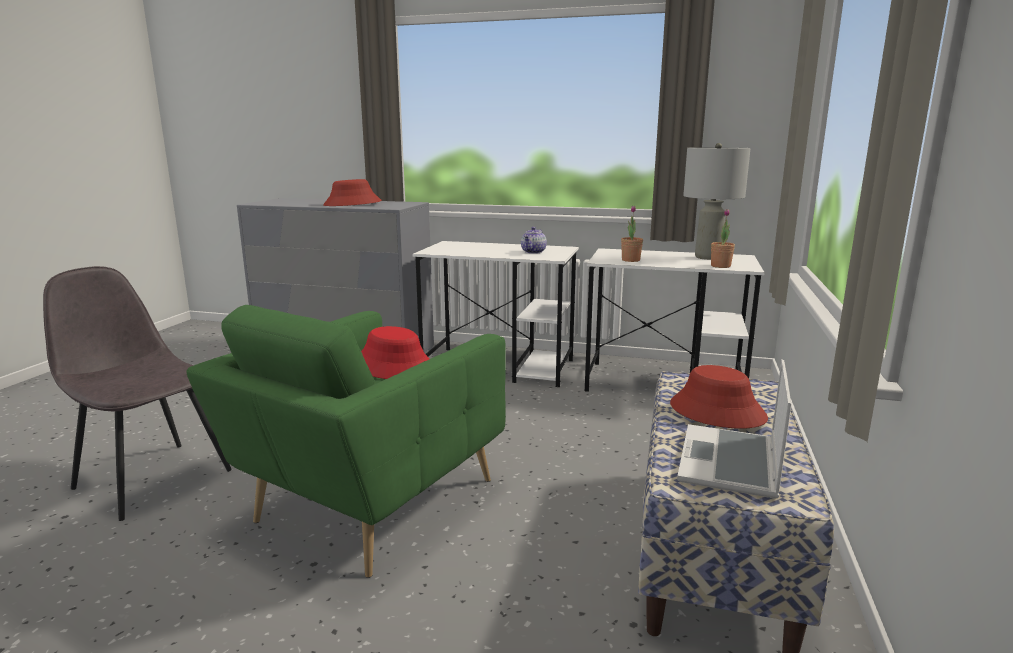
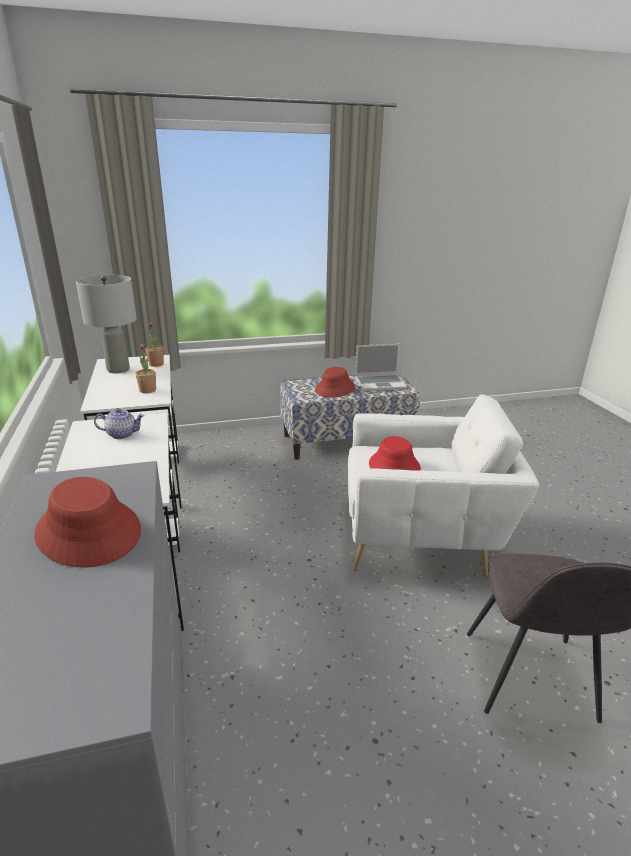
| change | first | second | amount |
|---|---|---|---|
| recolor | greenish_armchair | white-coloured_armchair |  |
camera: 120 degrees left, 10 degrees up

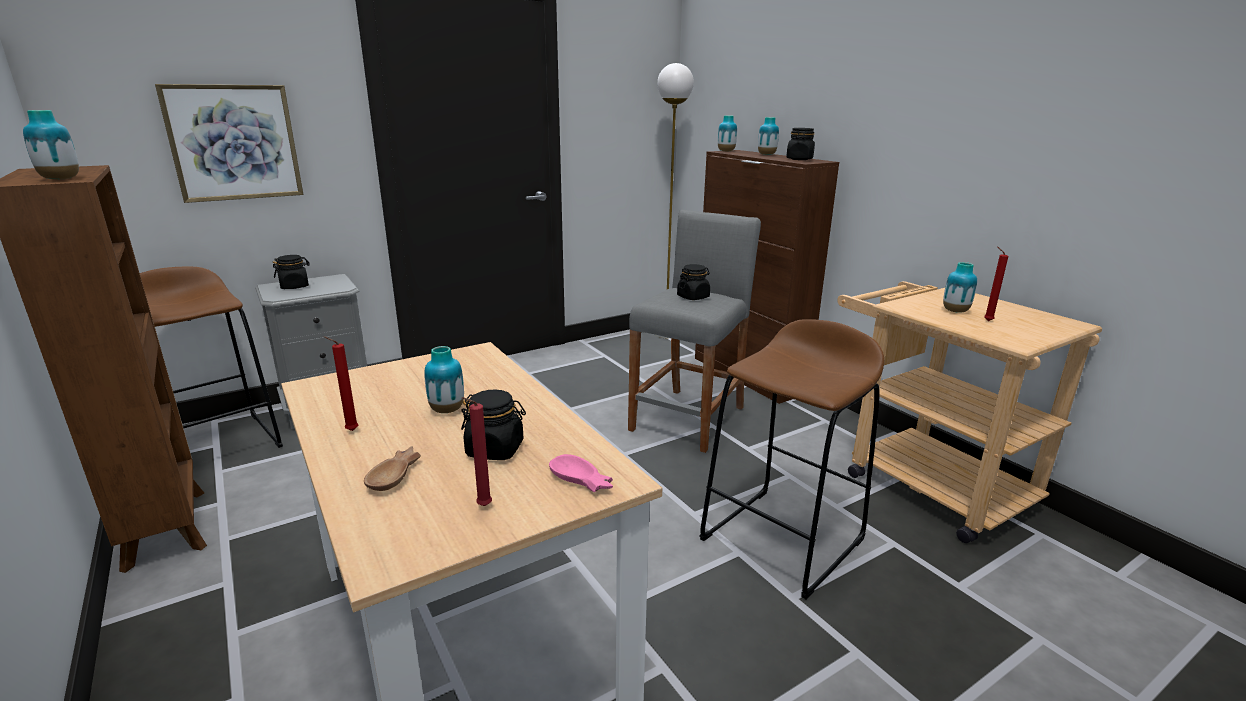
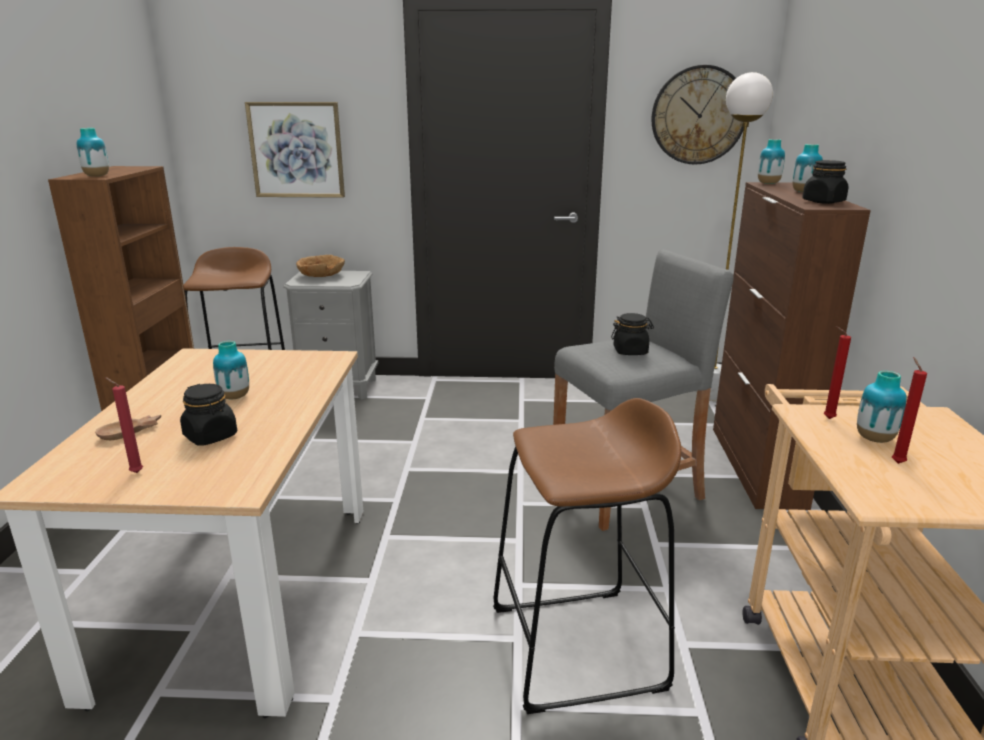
| change | first | second | amount |
|---|---|---|---|
| replace | black_jar (1st from left) | brown-coloured_bowl (2nd from left) |  |
| move | reddish_candle (1st from left in the first image) | reddish_candle (2nd from left) |  |
| delete | pink_bowl |  |  |
| insert |  | wall_clock |  |
camera: 35 degrees right, 0 degrees up

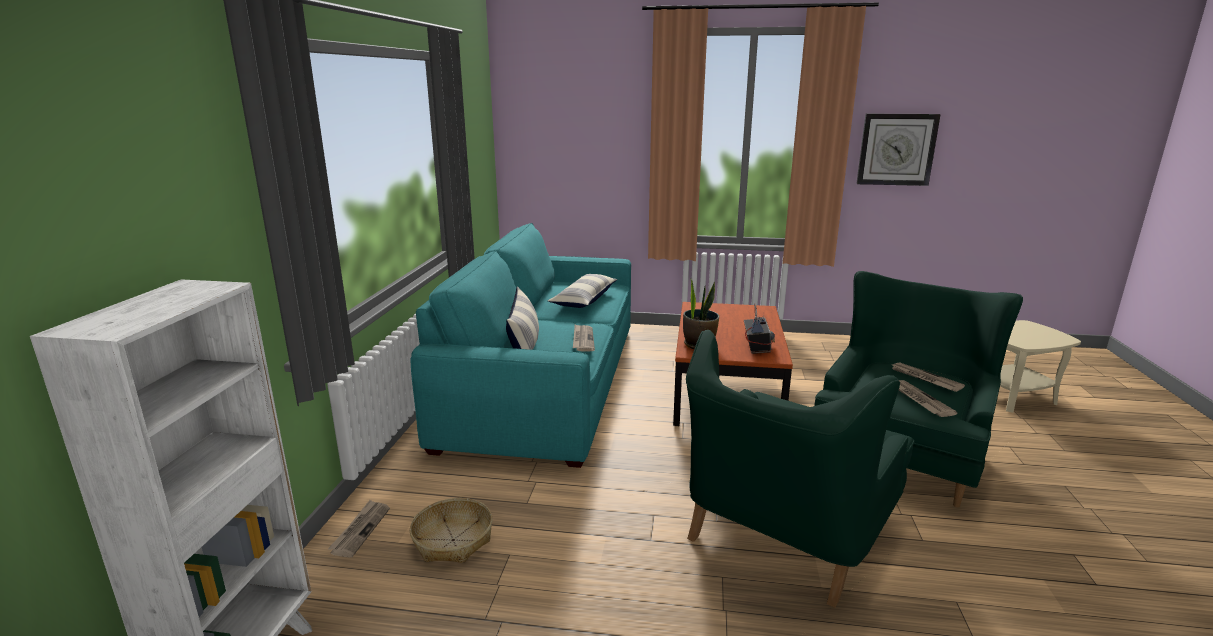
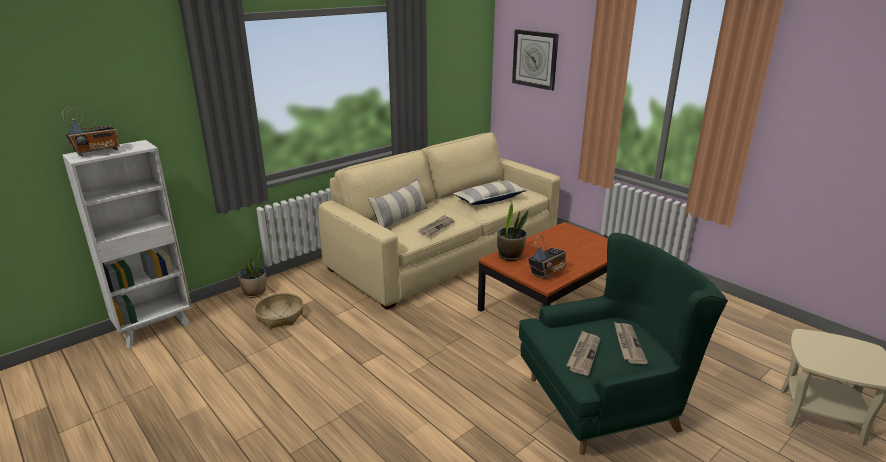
| change | first | second | amount |
|---|---|---|---|
| replace | newspaper (1st from left) | potted_plant (1st from left) |  |
| recolor | blue-green_settee | beige-coloured_settee |  |
| delete | greenish_armchair (1st from left) |  |  |
| move | wall_clock |  |  |
| insert |  | radio_receiver (1st from left) |  |
camera: 40 degrees right, 5 degrees up

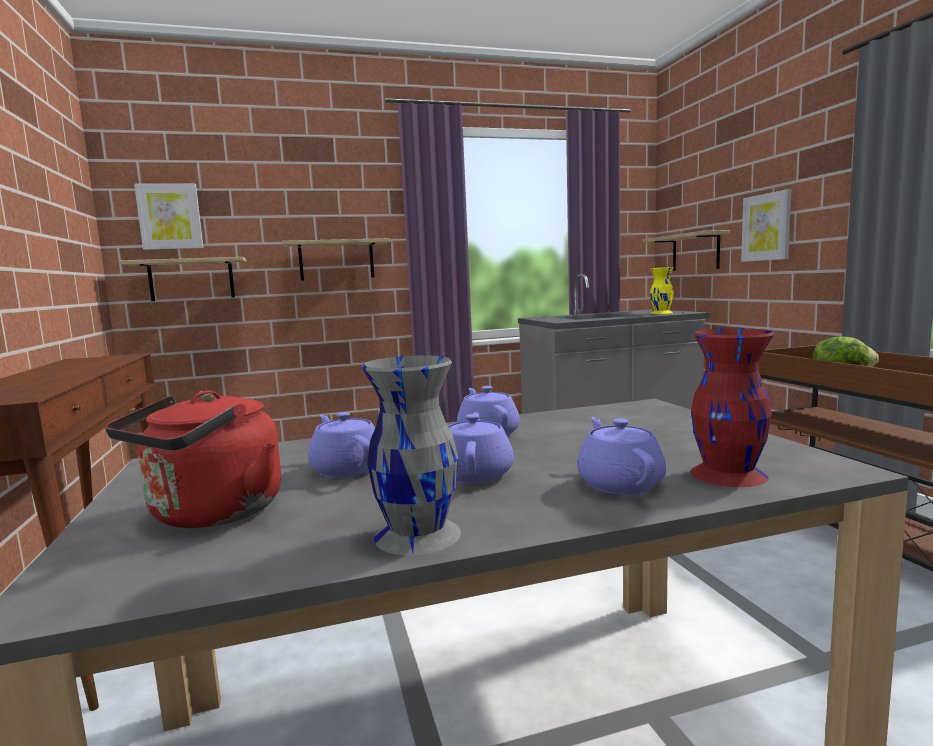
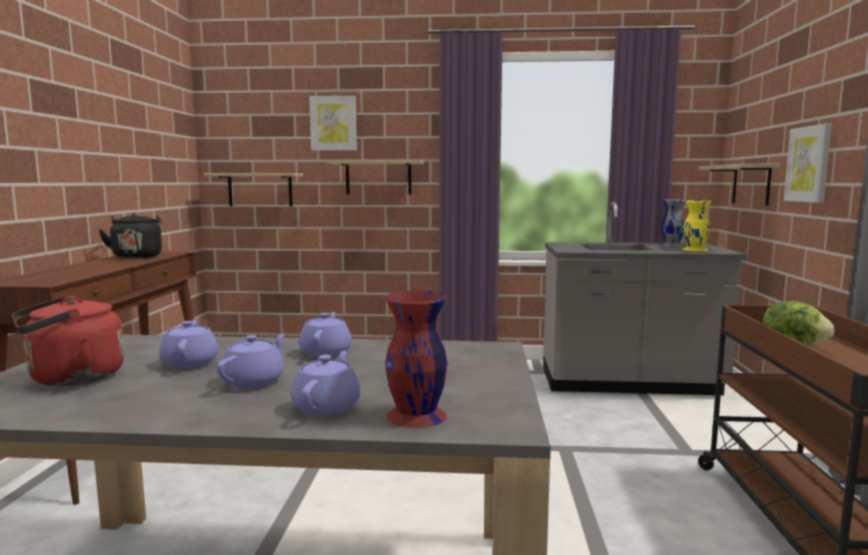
| change | first | second | amount |
|---|---|---|---|
| move | wall_picture (1st from left) |  |  |
| move | greyish_flower_vase |  |  |
| insert |  | black_water_kettle |  |
camera: 20 degrees right, 0 degrees up

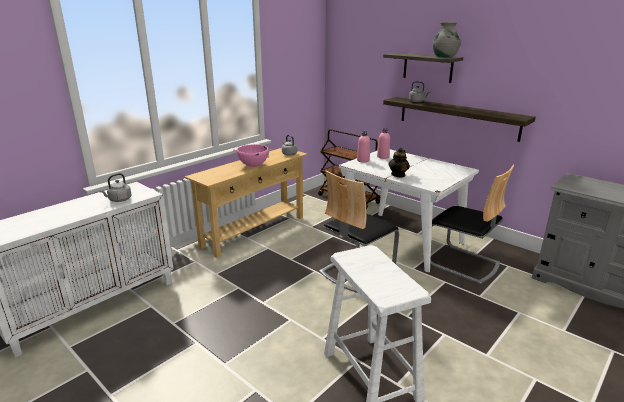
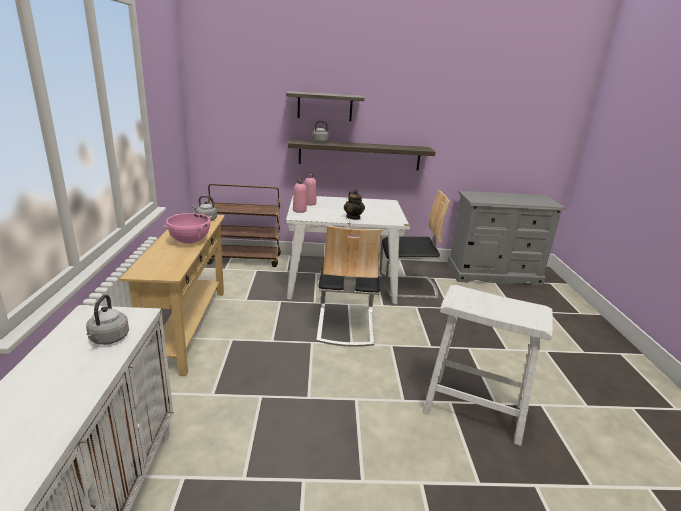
| change | first | second | amount |
|---|---|---|---|
| delete | greyish_flower_vase |  |  |
camera: 45 degrees left, 0 degrees up

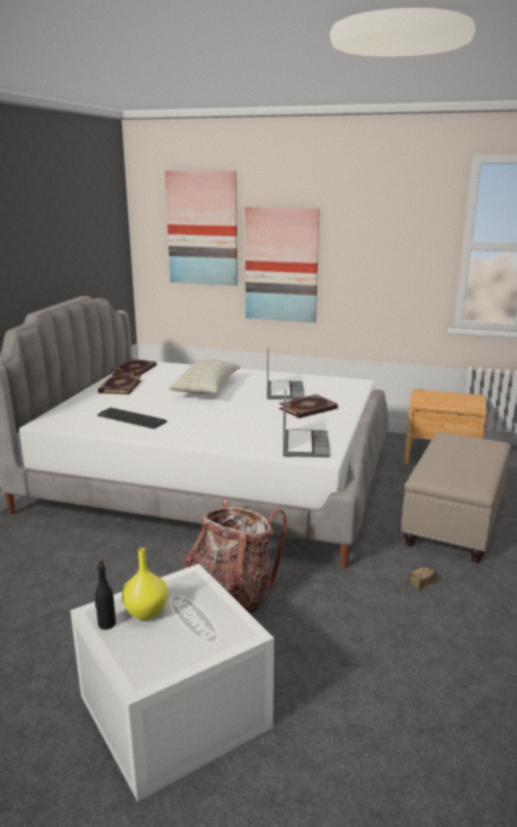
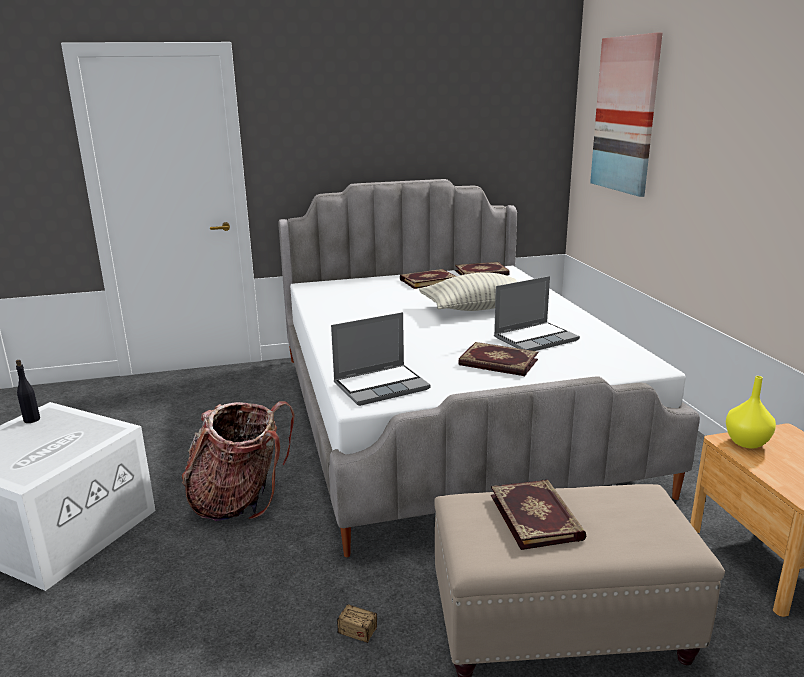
| change | first | second | amount |
|---|---|---|---|
| delete | PC_keyboard |  |  |
| move | yellowish_flower_vase |  |  |
| delete | wall_picture (2nd from left) |  |  |
| insert |  | book (4th from left) |  |
camera: 60 degrees right, 0 degrees up

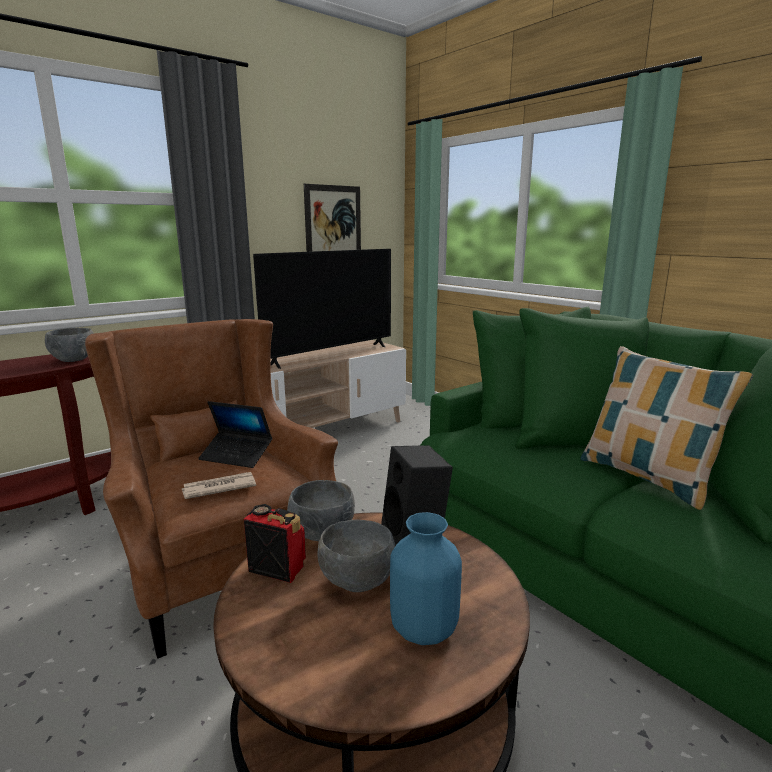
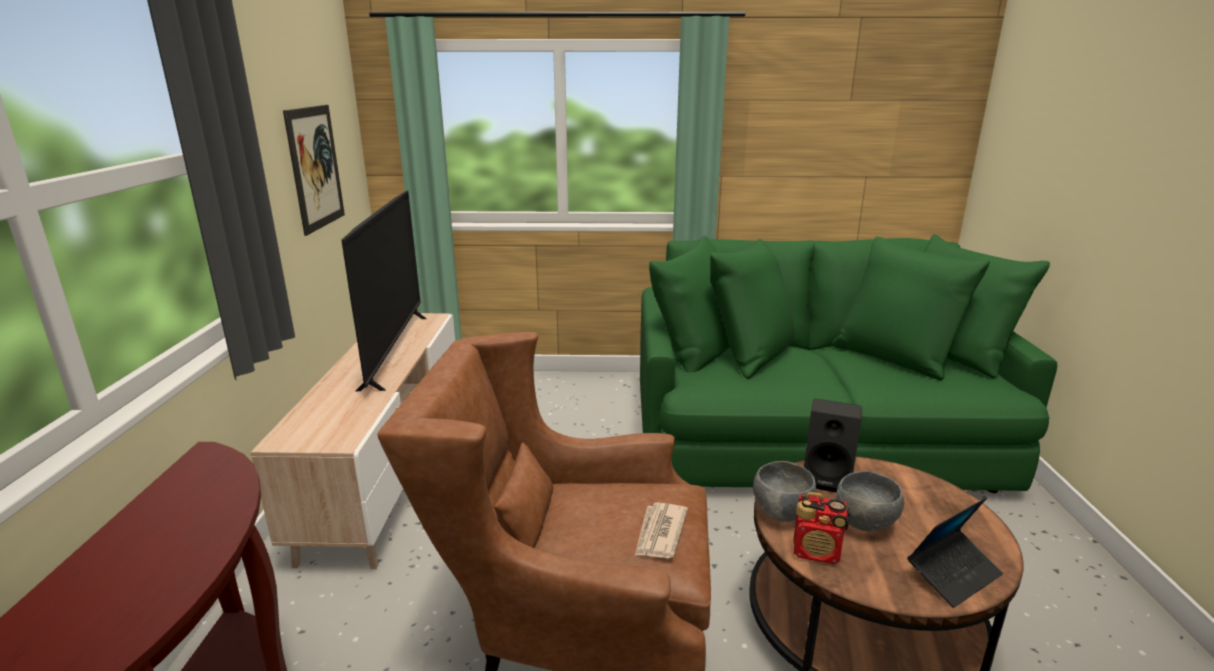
| change | first | second | amount |
|---|---|---|---|
| delete | greyish_bowl (1st from left) |  |  |
| move | notebook_computer |  |  |
| rotate | radio_receiver |  | 135 degrees counterclockwise |
| delete | blue_flower_vase |  |  |
| delete | pillow |  |  |
camera: 50 degrees left, 5 degrees up

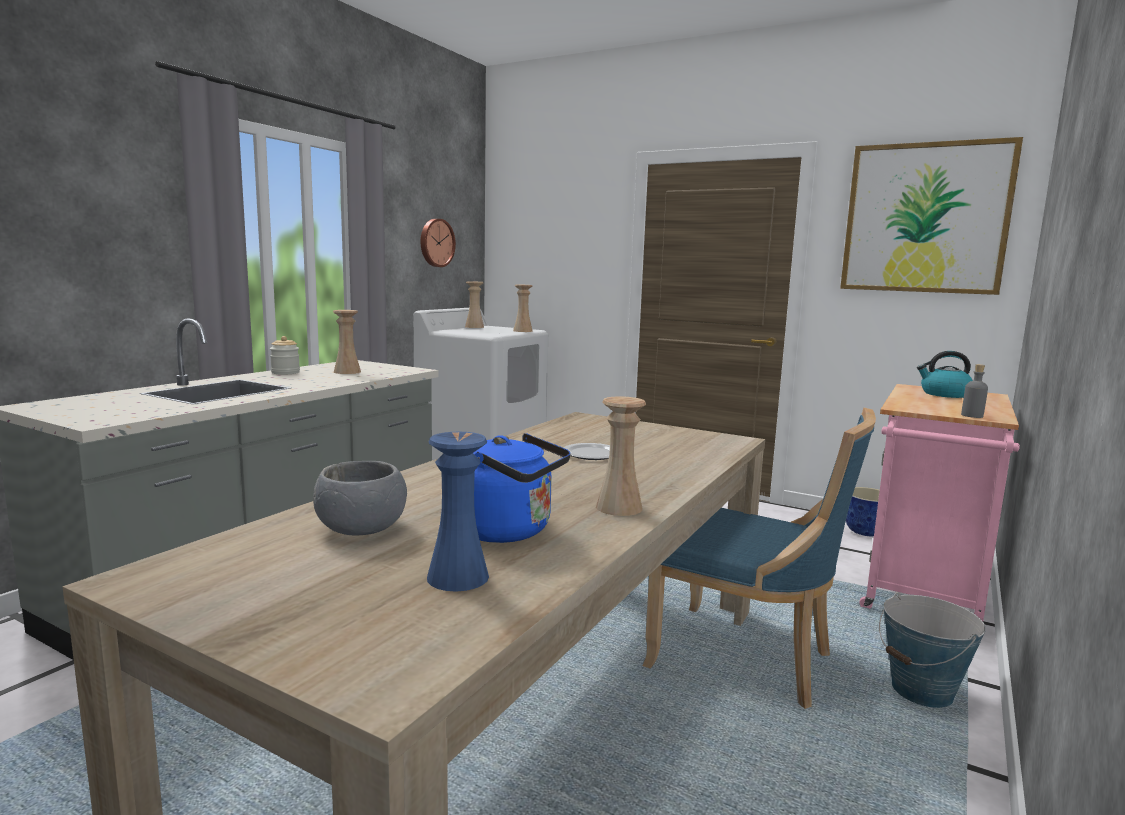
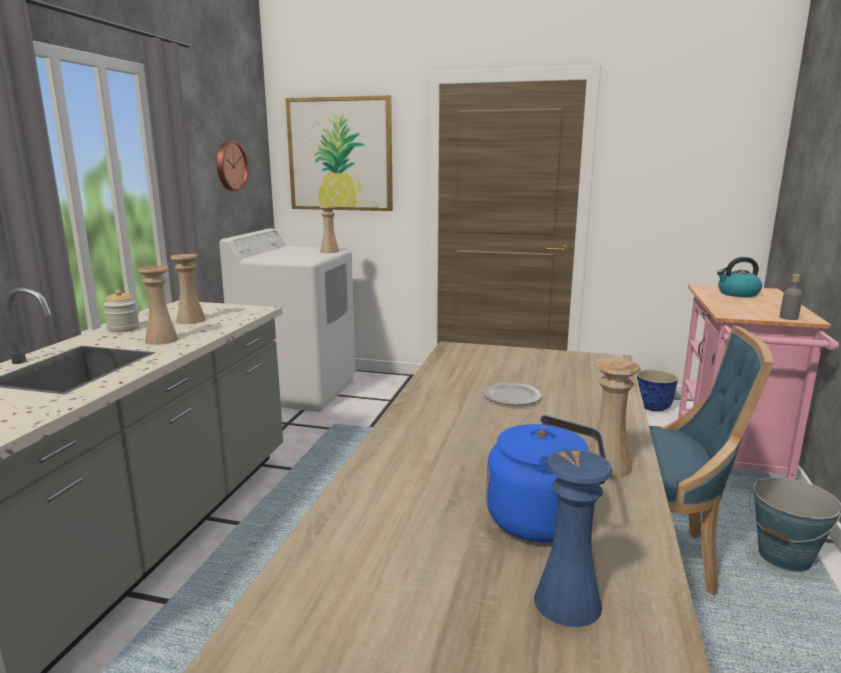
| change | first | second | amount |
|---|---|---|---|
| delete | greyish_bowl |  |  |
| move | beige-coloured_flower_vase (2nd from left in the first image) | beige-coloured_flower_vase (1st from left) |  |
| move | wall_picture |  |  |
camera: 15 degrees left, 5 degrees up

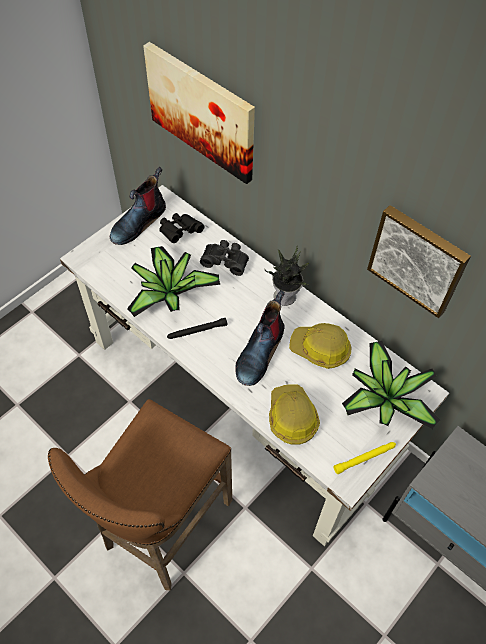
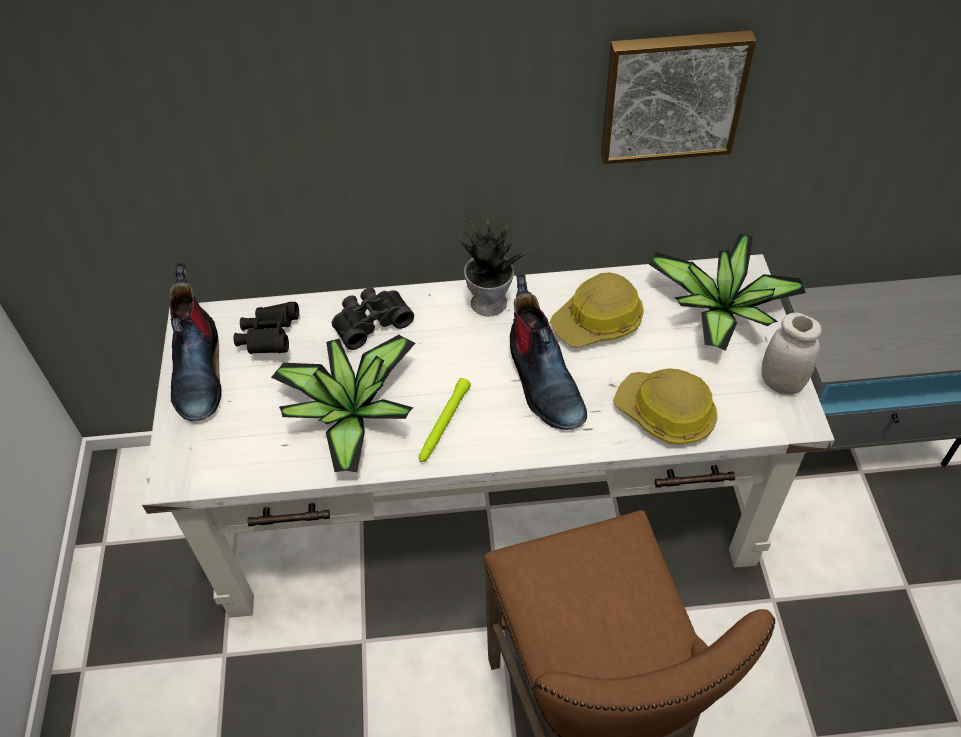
| change | first | second | amount |
|---|---|---|---|
| delete | wall_picture (1st from left) |  |  |
| recolor | black_torch | greenish_torch |  |
| replace | yellowish_torch | white-coloured_jar |  |
camera: 45 degrees left, 5 degrees down

